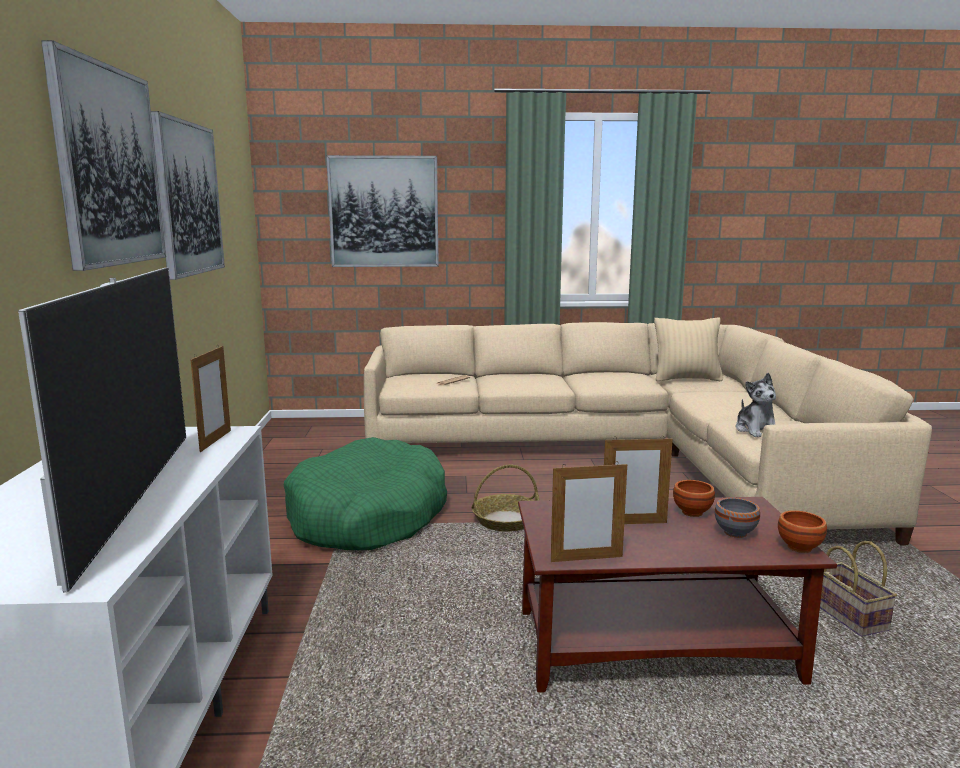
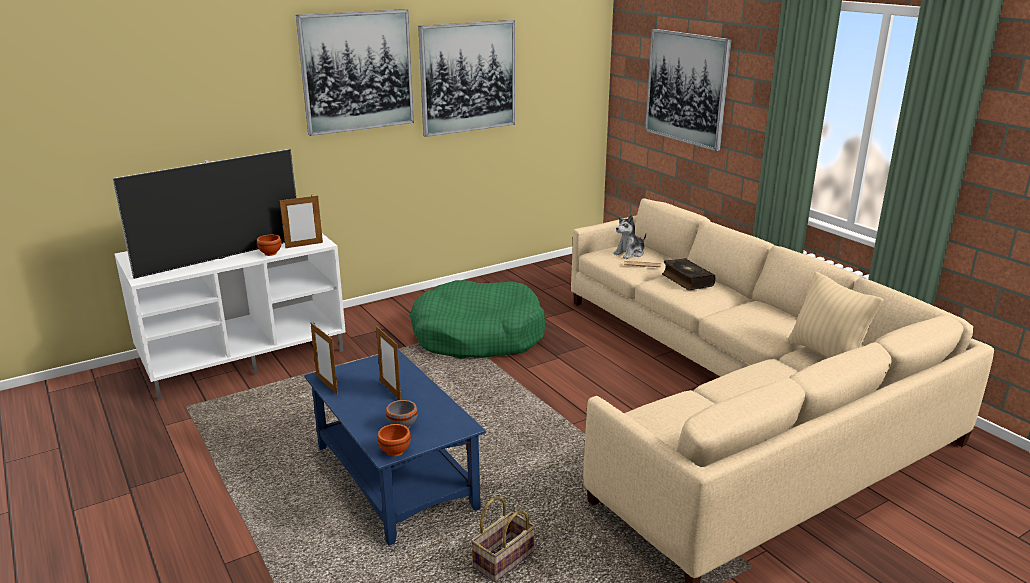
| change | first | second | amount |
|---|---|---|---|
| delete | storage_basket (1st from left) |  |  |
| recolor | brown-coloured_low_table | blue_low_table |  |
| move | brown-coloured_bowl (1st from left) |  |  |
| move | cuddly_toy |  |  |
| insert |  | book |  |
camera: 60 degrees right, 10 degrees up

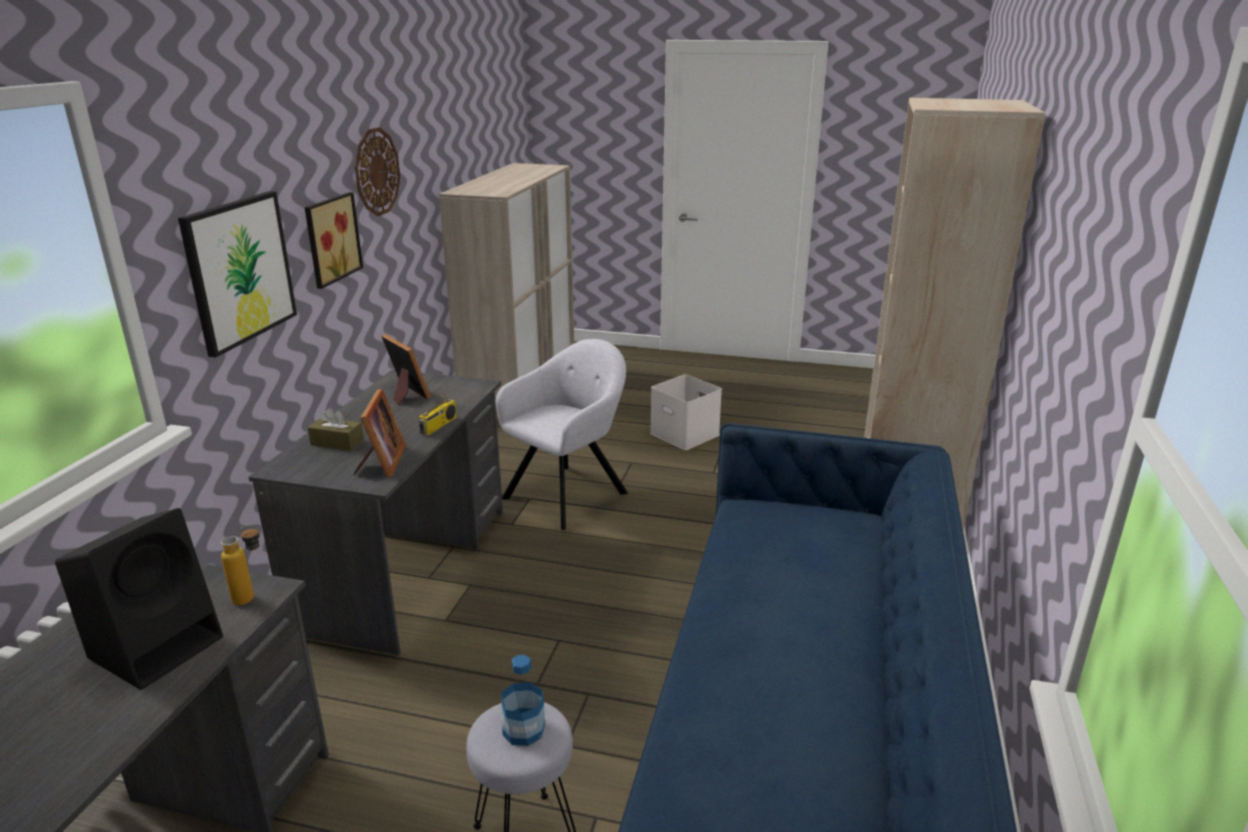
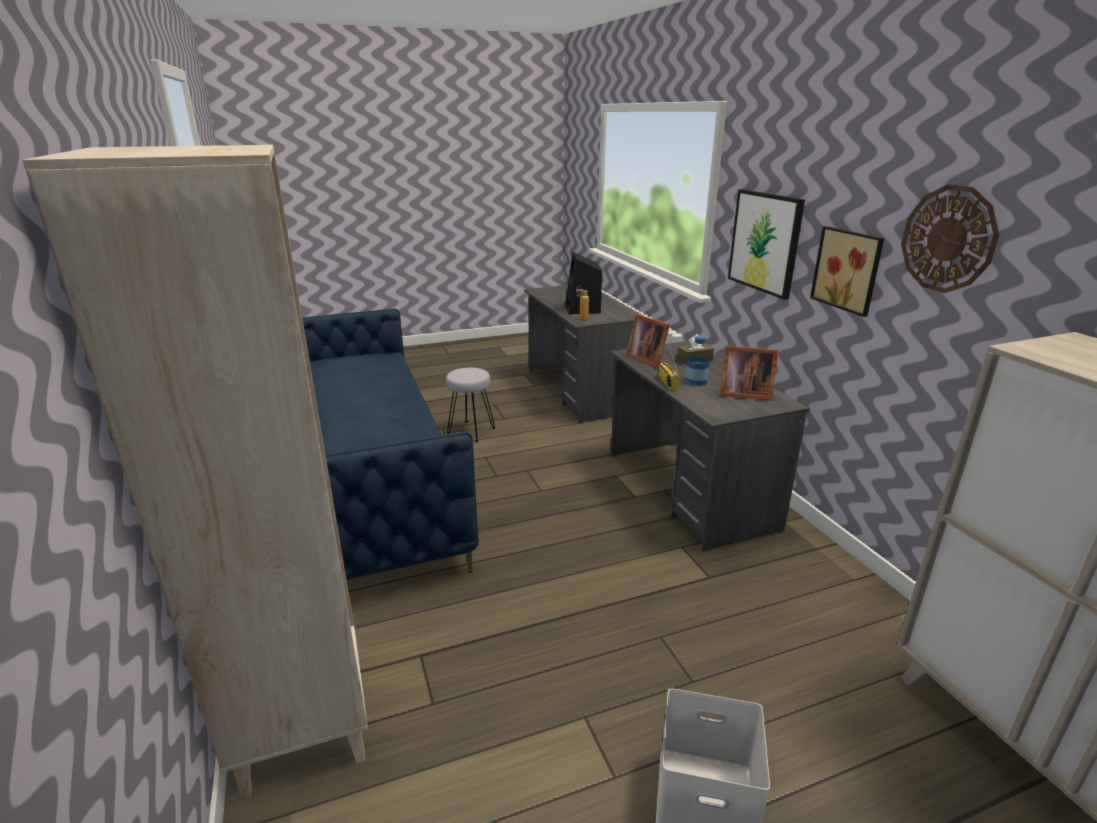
| change | first | second | amount |
|---|---|---|---|
| delete | greyish_armchair |  |  |
| move | drink_bottle (2nd from left) |  |  |
camera: 145 degrees right, 0 degrees up

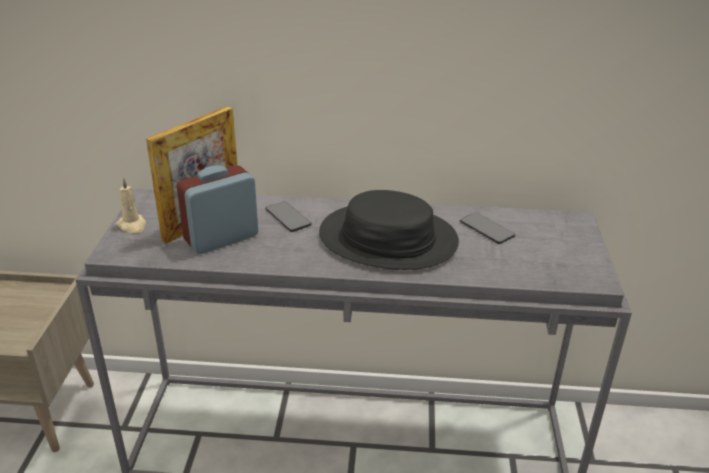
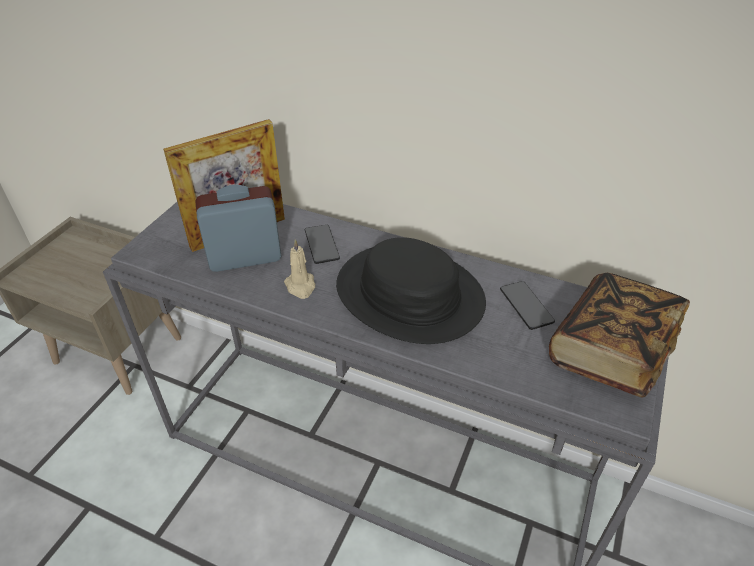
| change | first | second | amount |
|---|---|---|---|
| move | beige-coloured_candle |  |  |
| insert |  | book |  |
camera: 20 degrees right, 10 degrees up

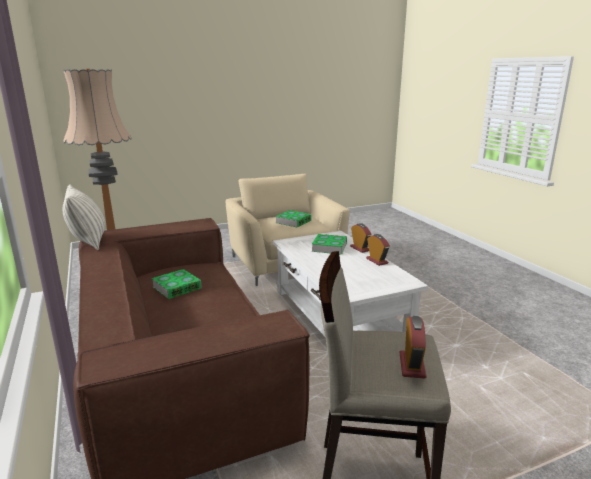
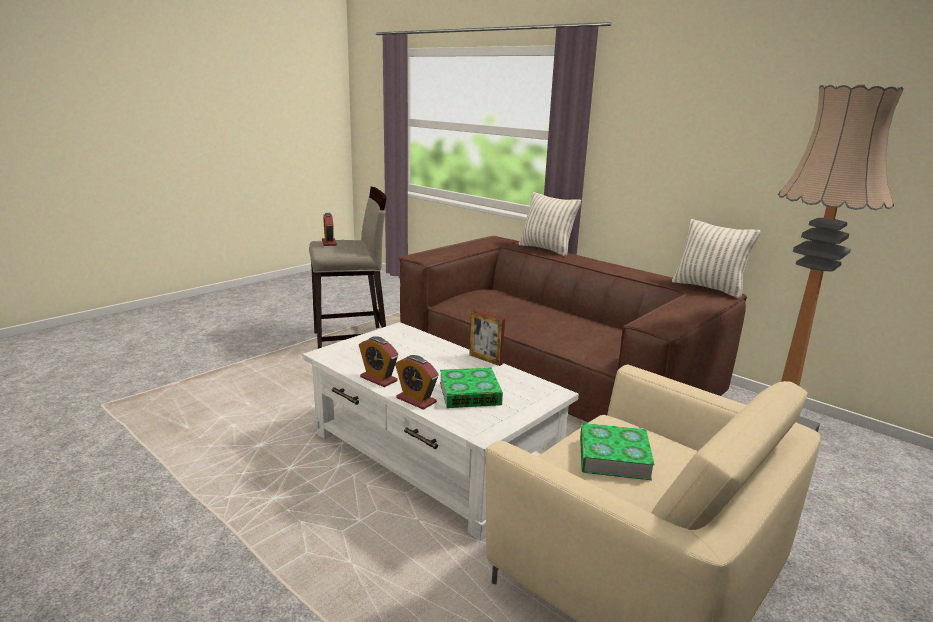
| change | first | second | amount |
|---|---|---|---|
| delete | book (1st from left) |  |  |
| insert |  | picture_frame |  |
| insert |  | pillow (1st from left) |  |
camera: 155 degrees right, 0 degrees up

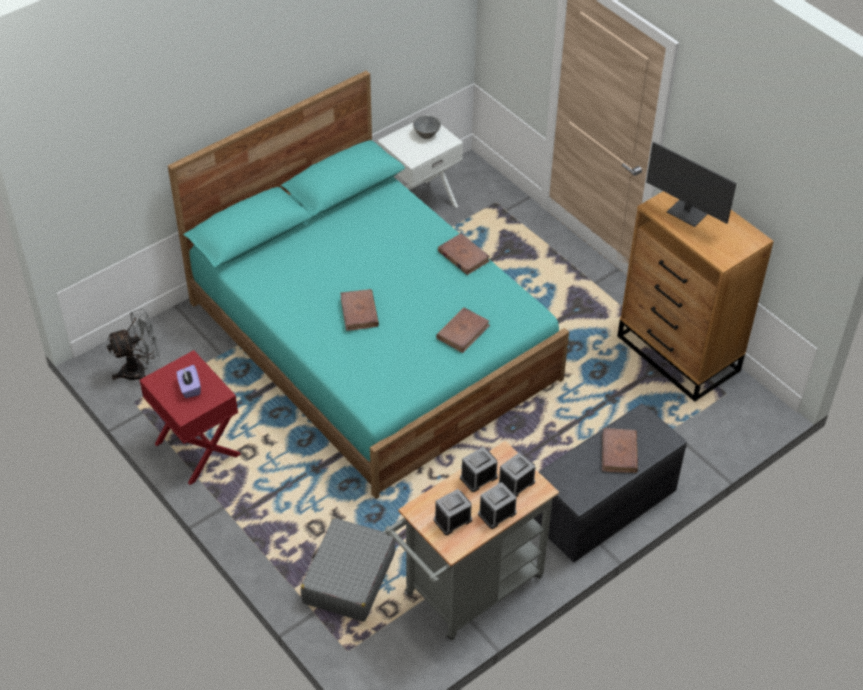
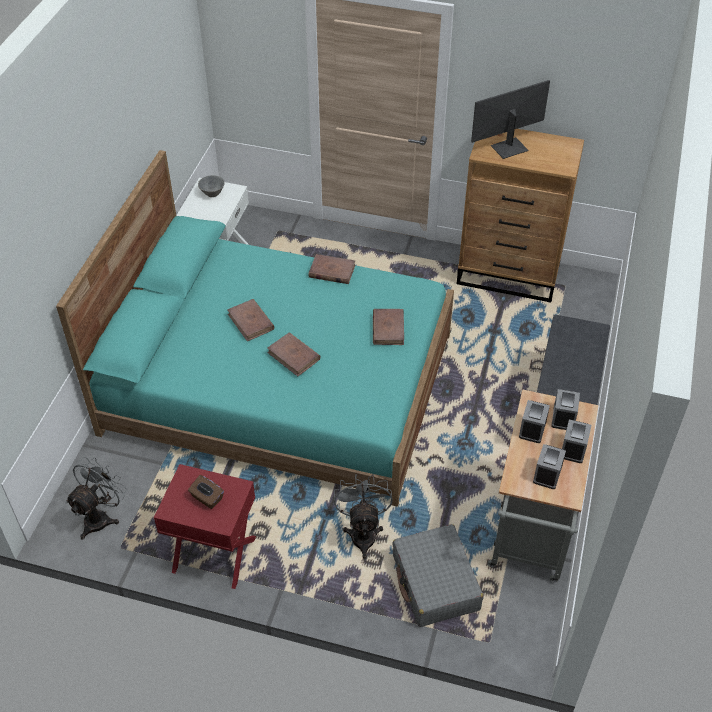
| change | first | second | amount |
|---|---|---|---|
| recolor | purple_tissue_box | brown-coloured_tissue_box |  |
| move | brown-coloured_book (4th from left in the first image) | brown-coloured_book (1st from left) |  |
| rotate | computer_display |  | 150 degrees clockwise |
| insert |  | greyish_cooling_fan (2nd from left) |  |
camera: 35 degrees left, 0 degrees up

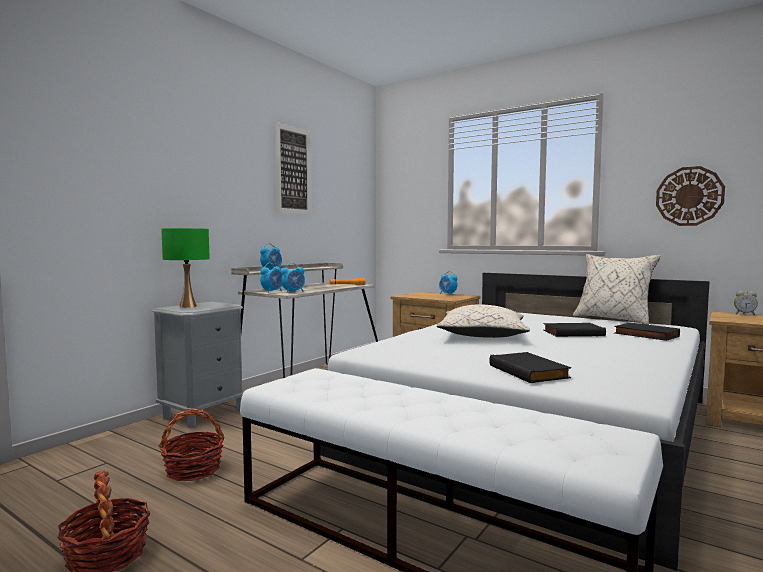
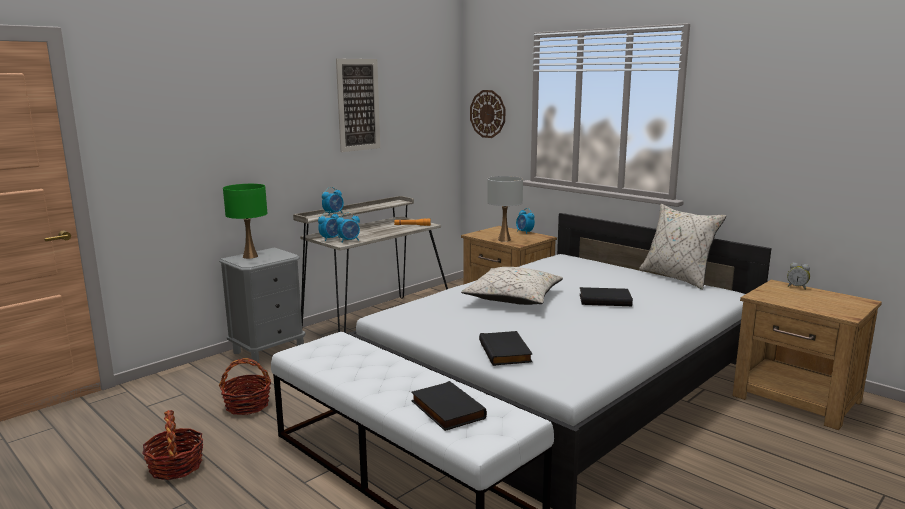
| change | first | second | amount |
|---|---|---|---|
| move | black_book (3rd from left in the first image) | black_book (1st from left) |  |
| move | wall_clock |  |  |
| insert |  | white-coloured_table_lamp |  |
camera: 10 degrees right, 10 degrees up

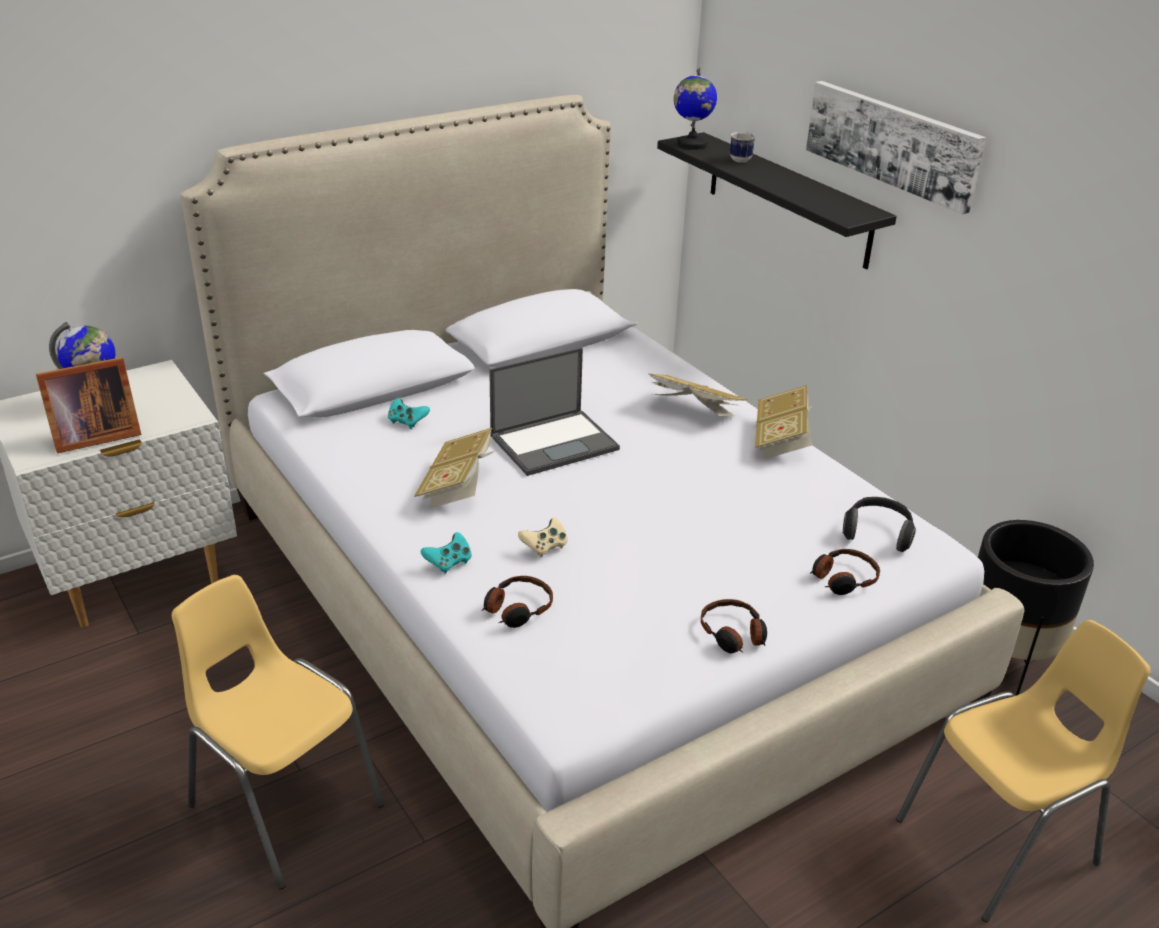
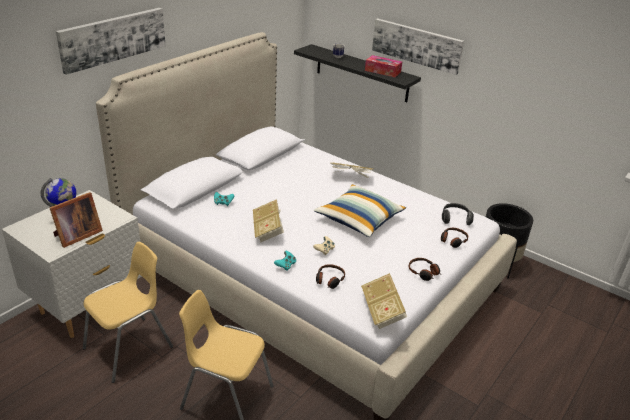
| change | first | second | amount |
|---|---|---|---|
| delete | notebook_computer |  |  |
| delete | globe (2nd from left) |  |  |
| move | book (3rd from left) |  |  |
| move | yellowish_upright_chair (2nd from left in the first image) | yellowish_upright_chair (1st from left) |  |
| insert |  | wall_picture (1st from left) |  |
| insert |  | pillow |  |
| insert |  | tissue_box |  |
camera: 20 degrees left, 0 degrees up

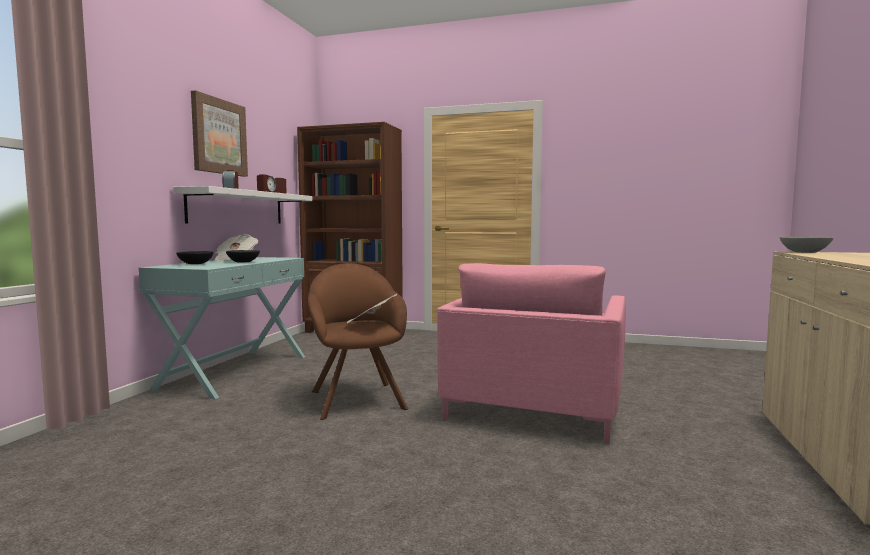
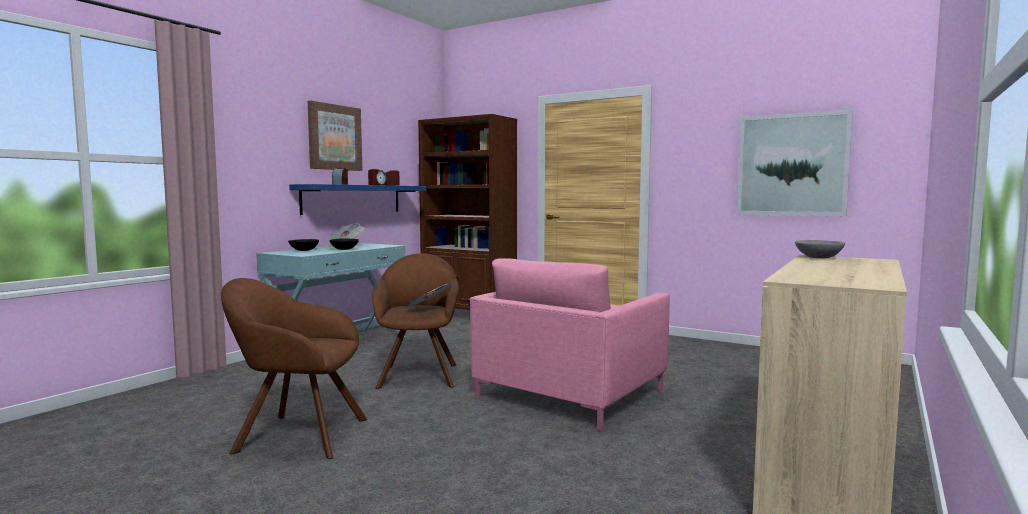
| change | first | second | amount |
|---|---|---|---|
| recolor | white-coloured_bracket_shelf | blue_bracket_shelf |  |
| insert |  | brown-coloured_armchair (1st from left) |  |
| insert |  | wall_picture (2nd from left) |  |
camera: 15 degrees right, 0 degrees up

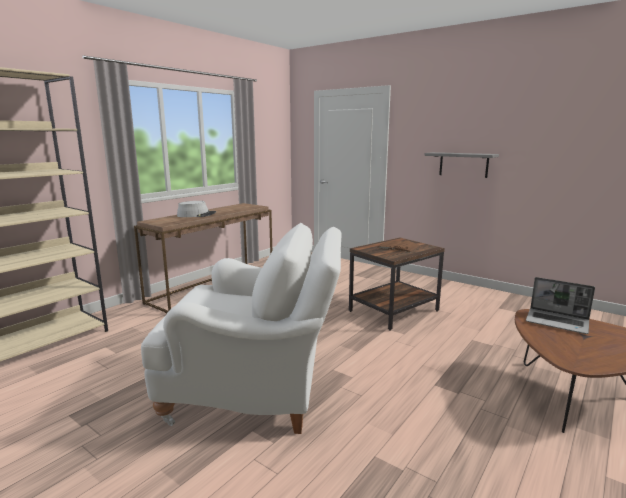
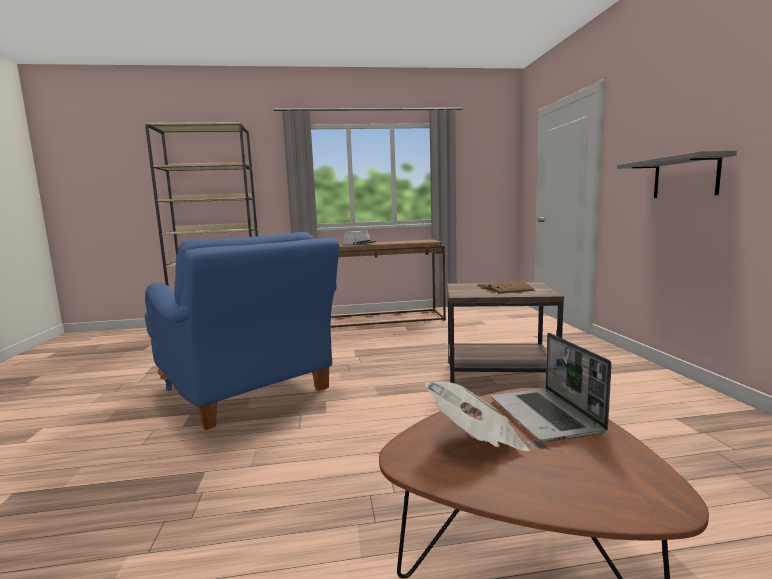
| change | first | second | amount |
|---|---|---|---|
| recolor | white-coloured_armchair | blue_armchair |  |
| insert |  | newspaper |  |
camera: 45 degrees right, 5 degrees down

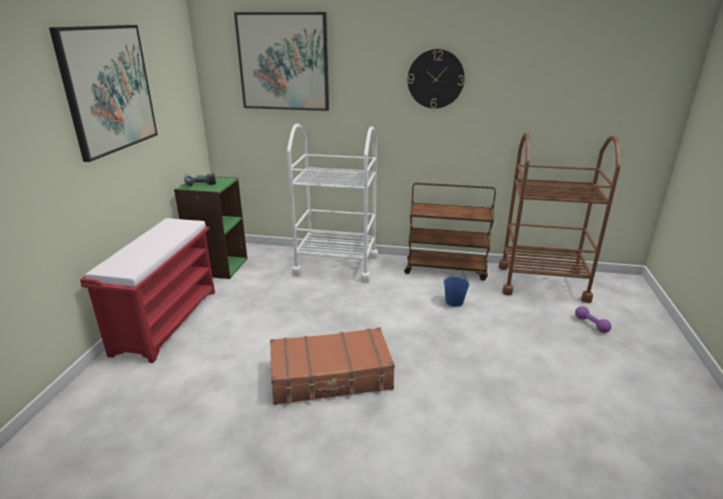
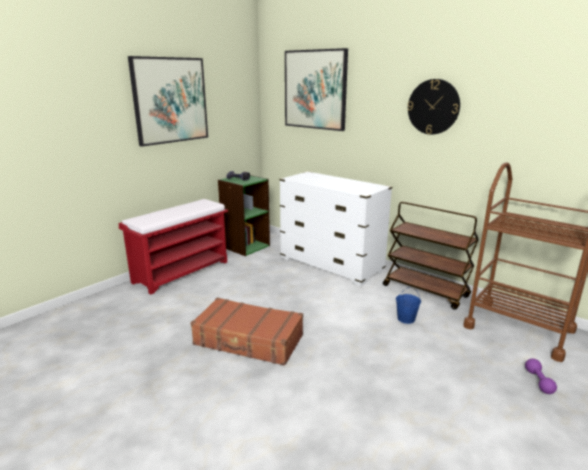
| change | first | second | amount |
|---|---|---|---|
| replace | white-coloured_cart | white-coloured_chest_of_drawers |  |
camera: 30 degrees right, 5 degrees down

